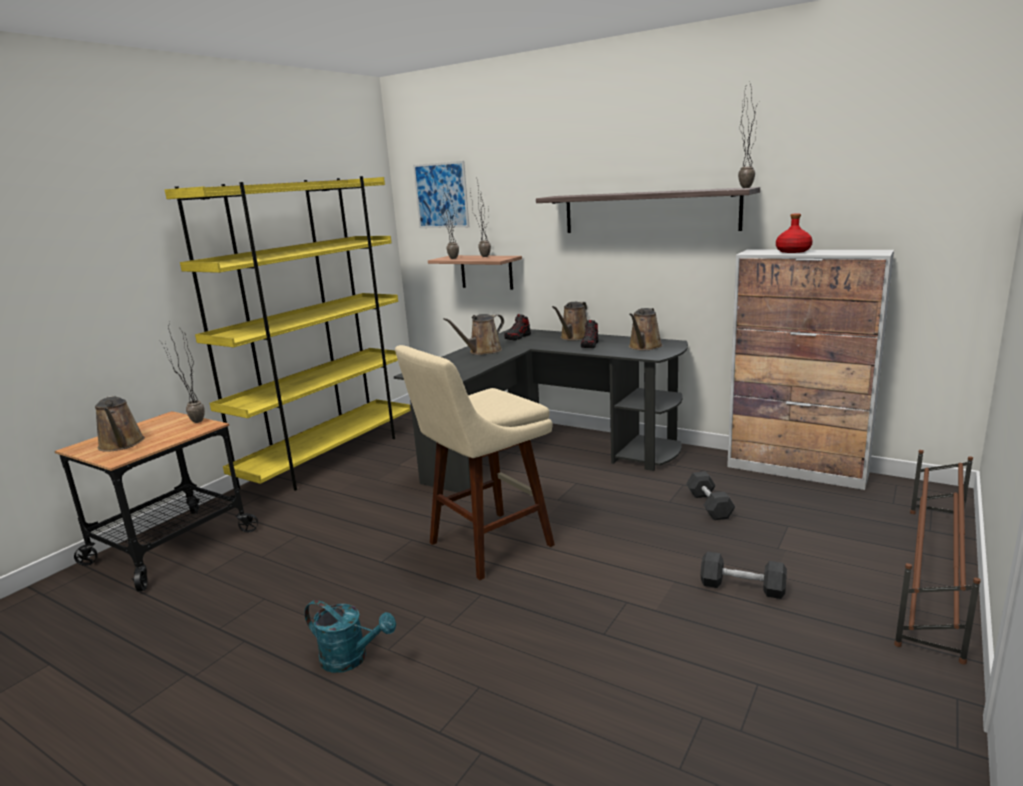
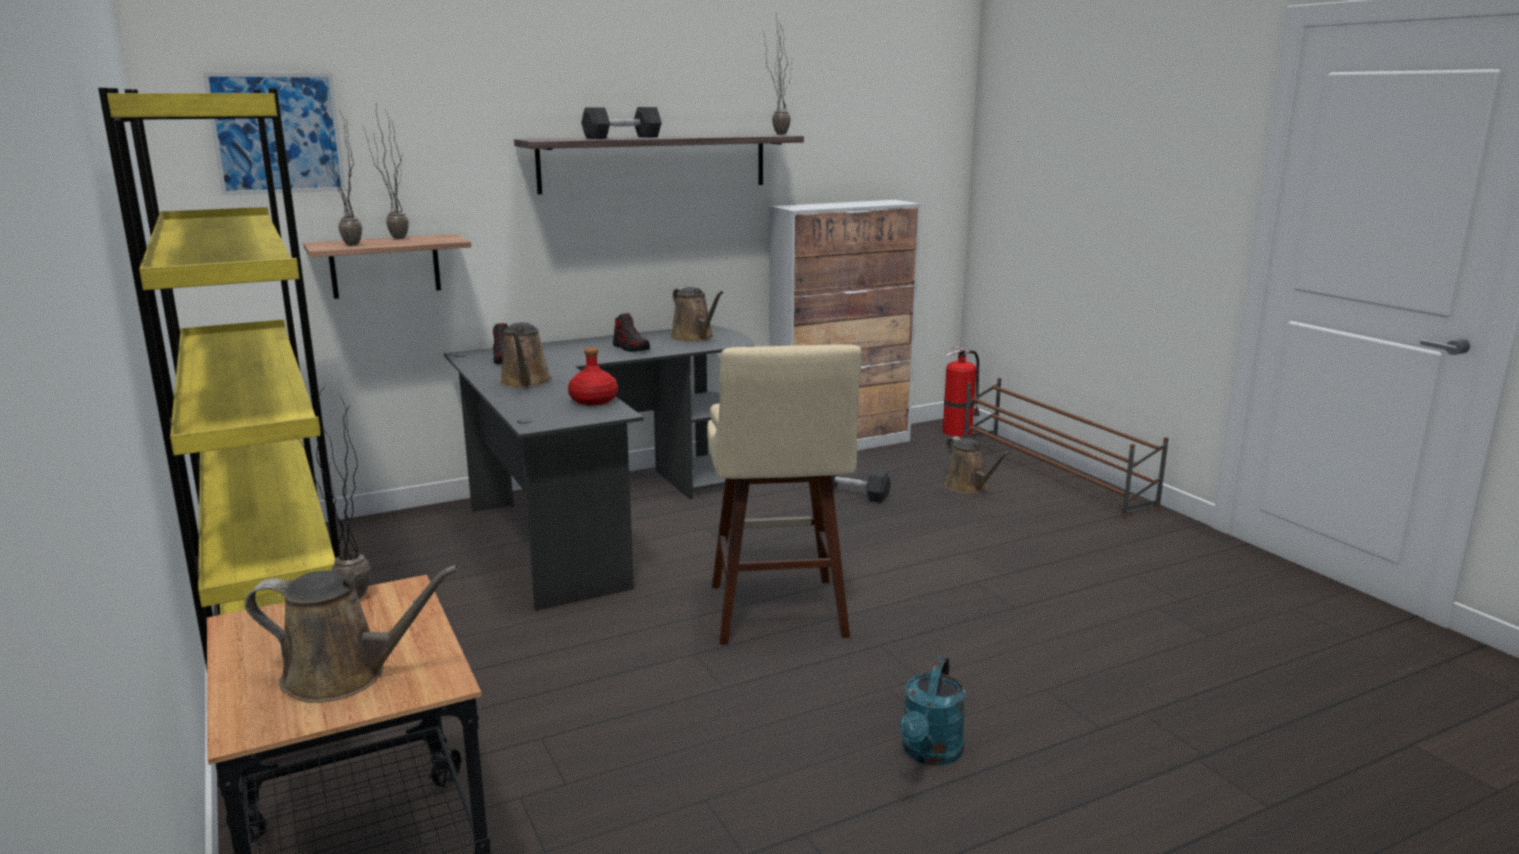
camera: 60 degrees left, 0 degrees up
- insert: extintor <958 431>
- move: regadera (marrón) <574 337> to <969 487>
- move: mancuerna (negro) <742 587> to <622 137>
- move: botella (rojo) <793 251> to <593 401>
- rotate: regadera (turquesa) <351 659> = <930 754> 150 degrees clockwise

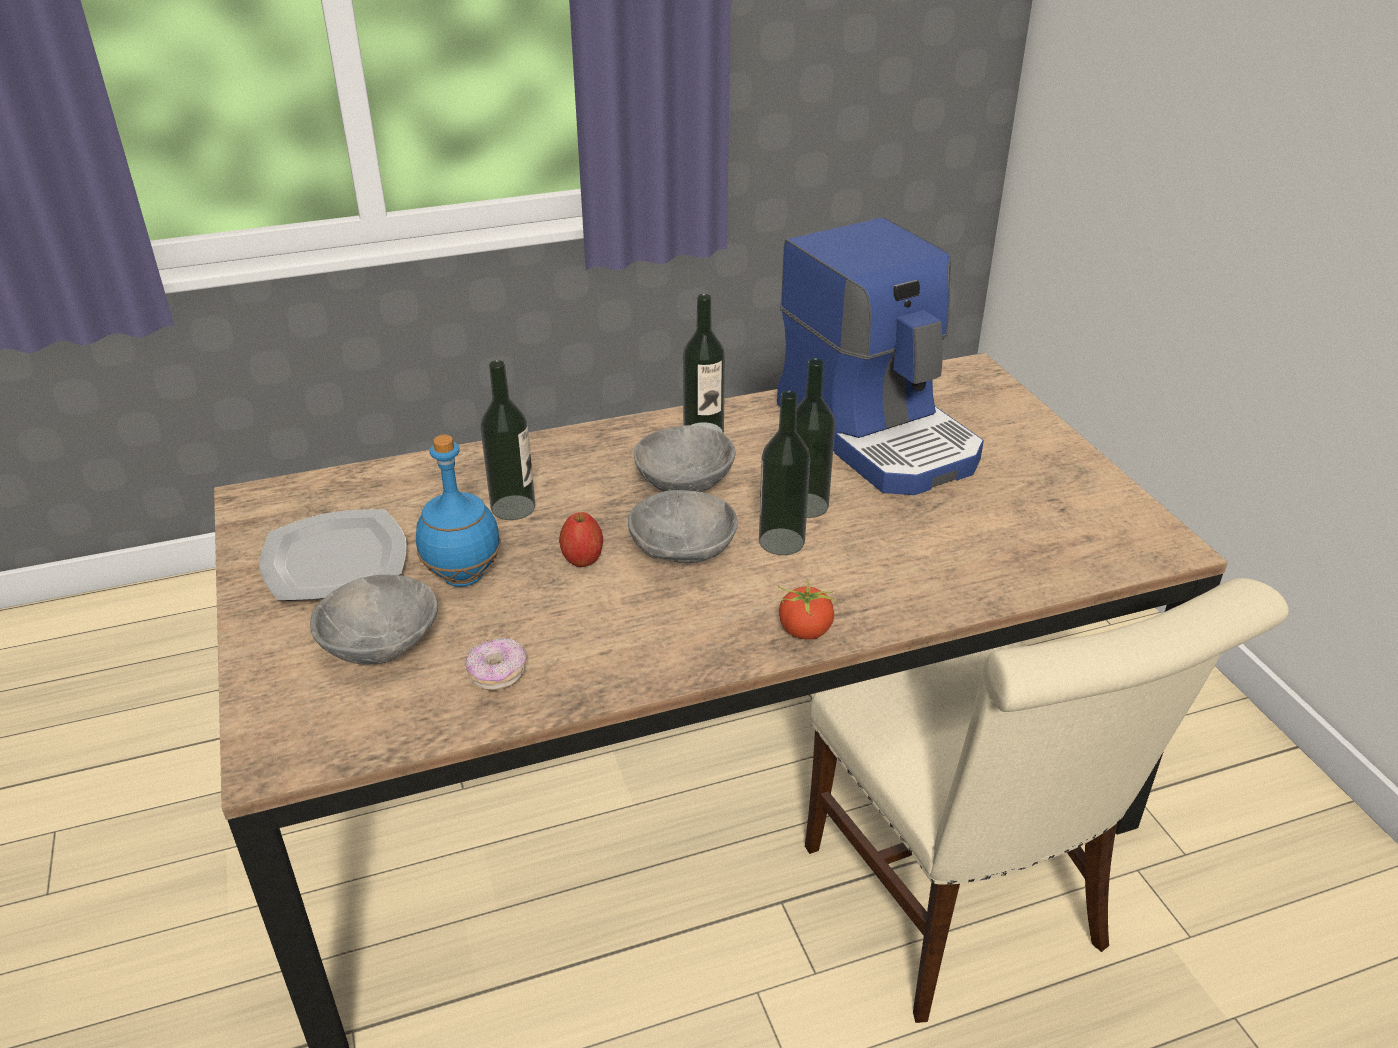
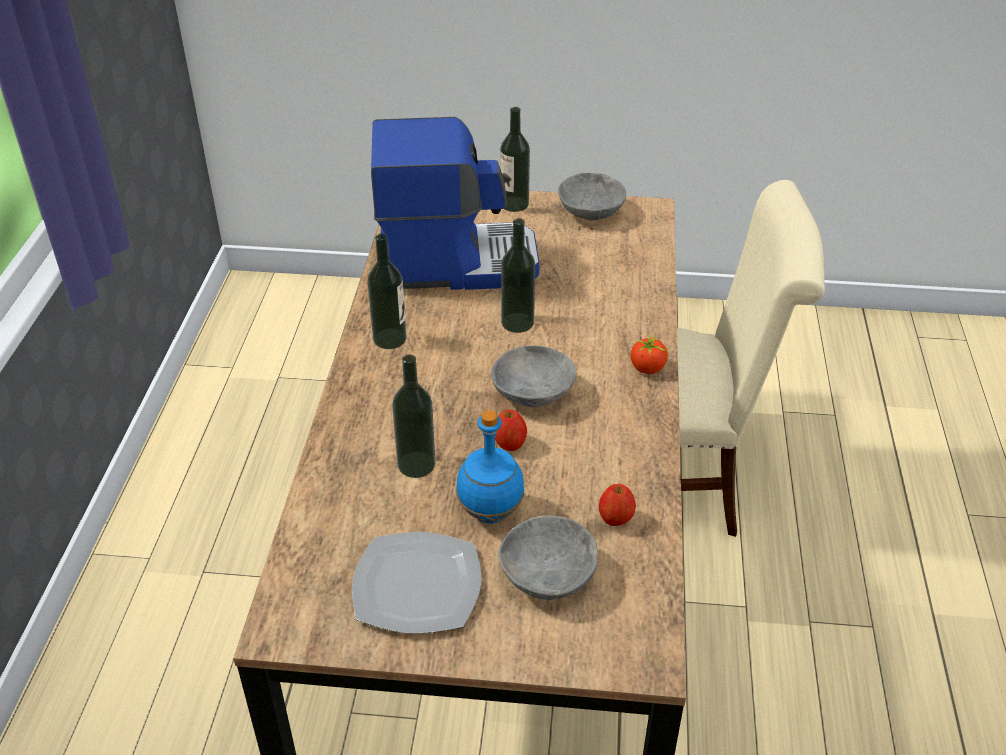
camera: 65 degrees left, 5 degrees up
- move: cuenco (gris) <685 482> to <590 211>
- move: botella <781 541> to <514 204>
- replace: rosquilla <497 674> to manzana <615 519>

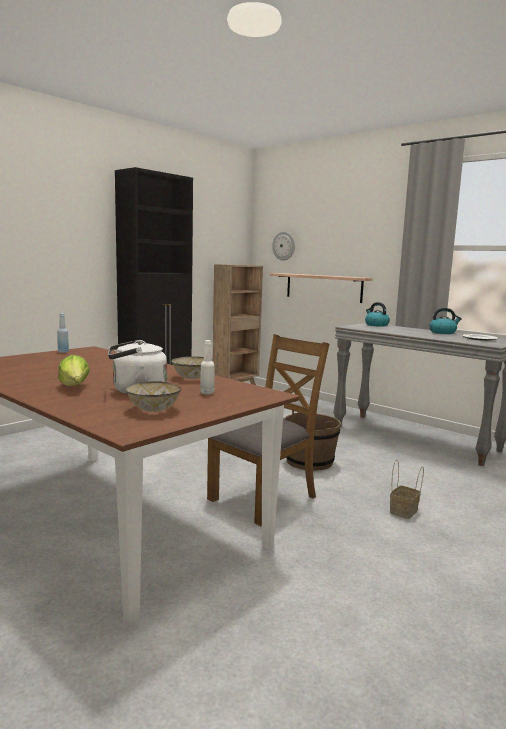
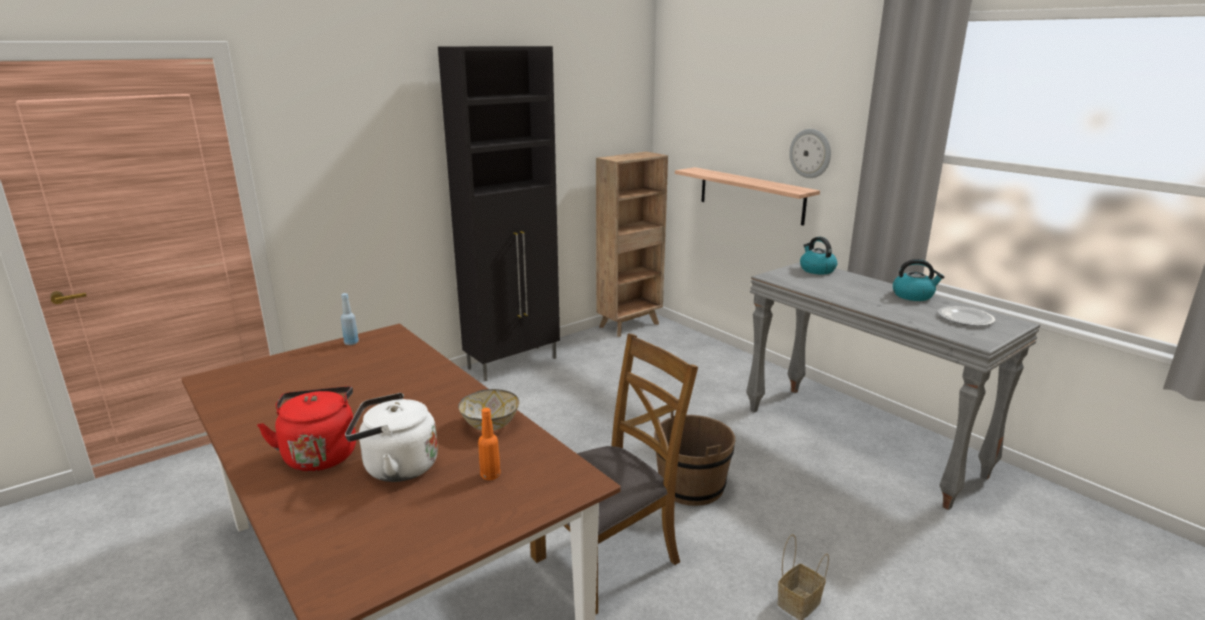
camera: 10 degrees right, 10 degrees up
- delete: cuenco <154 409>
- move: reloj de pared <284 246> to <810 153>
- replace: lechuga <74 387> to hervidor (rojo) <320 454>
- recolor: botella (blanco) <207 393> to botella (naranja) <490 475>

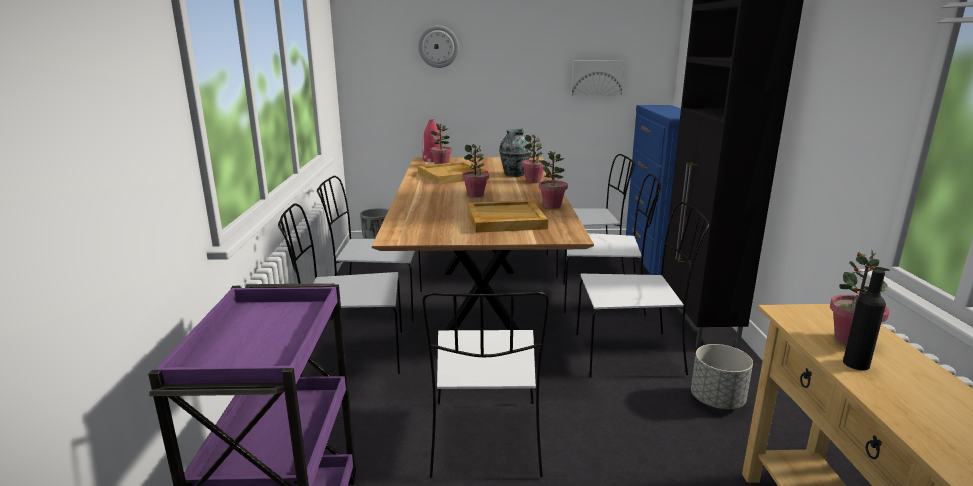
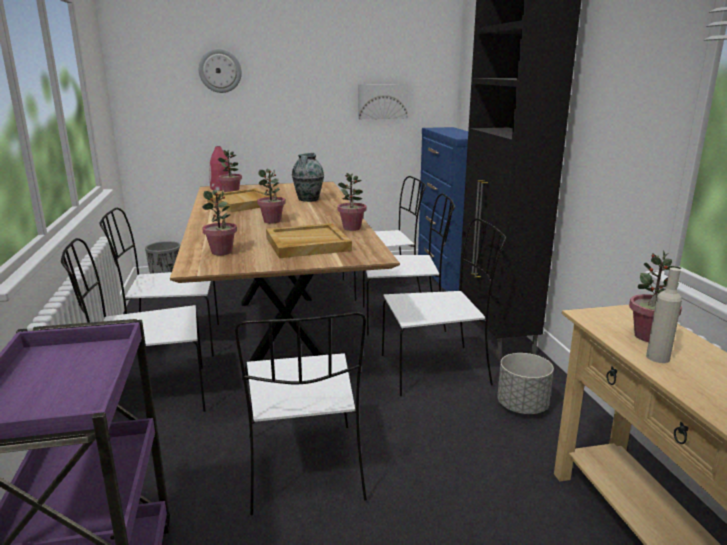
camera: 10 degrees left, 0 degrees up
- move: planta en maceta <533 181> to <222 252>
- recolor: botella (negro) <856 364> to botella (beis) <658 357>

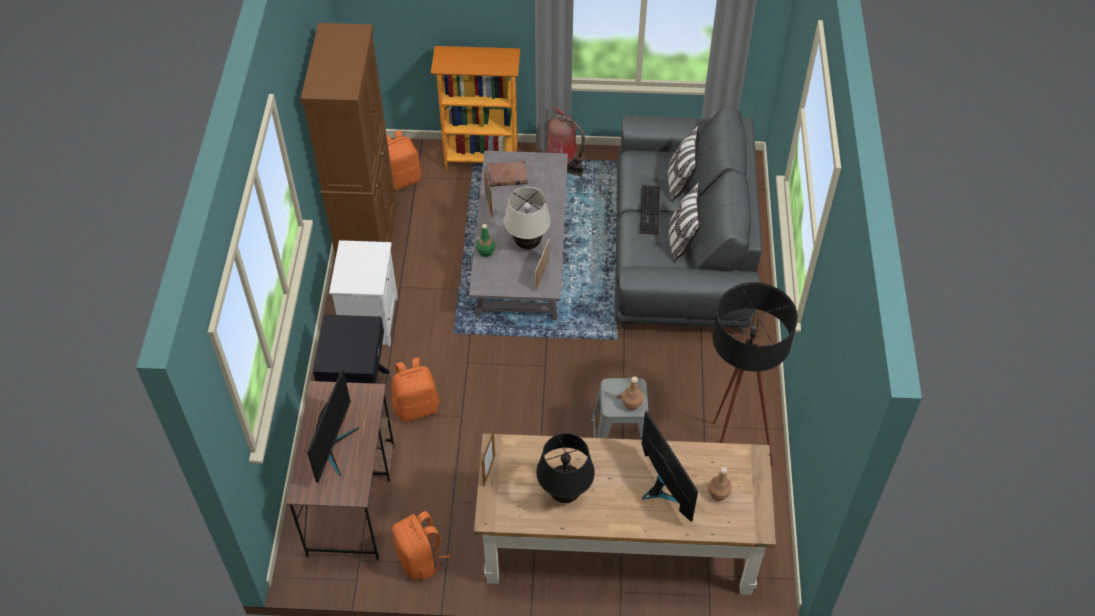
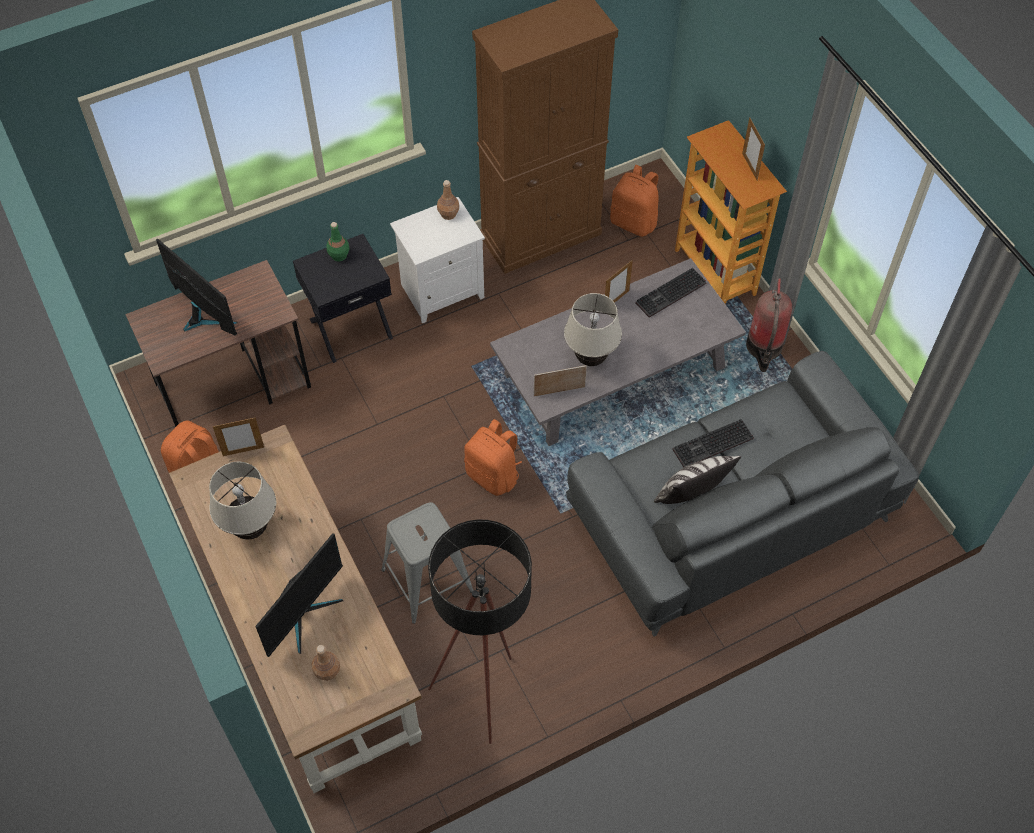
camera: 60 degrees right, 5 degrees up
- delete: cojín <680 182>
- insert: portarretratos <749 166>
- move: mochila (naranja) <416 407> to <493 475>
- move: botella (verde) <485 252> to <339 255>
- move: botella (marrón) <632 404> to <448 214>
- replace: libro (marrón) <507 176> to teclado <670 295>
- recolor: lámpara de mesa (negro) <565 494> to lámpara de mesa (beis) <251 529>
- rotate: monitor <333 447> = <203 316> 120 degrees counterclockwise

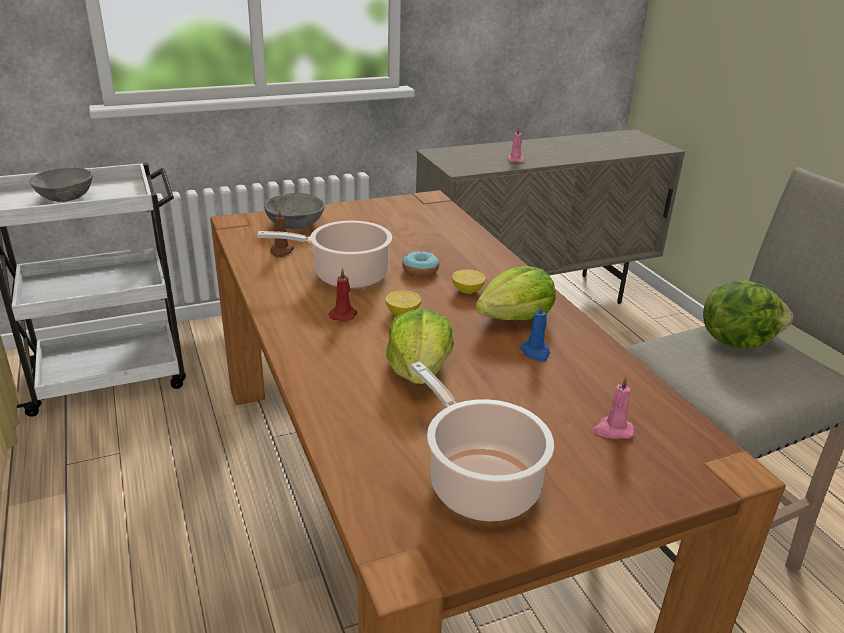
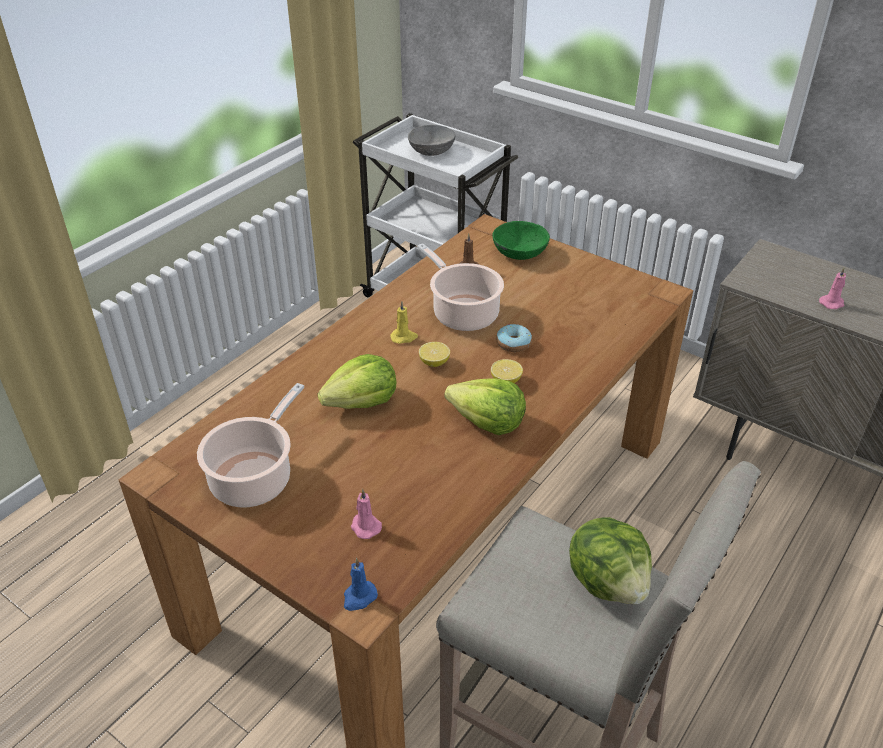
camera: 60 degrees right, 10 degrees up
- move: vela (azul) <535 352> to <359 597>
- recolor: cuenco (gris) <294 224> to cuenco (verde) <519 252>
- recolor: vela (rojo) <344 315> to vela (amarillo) <404 337>

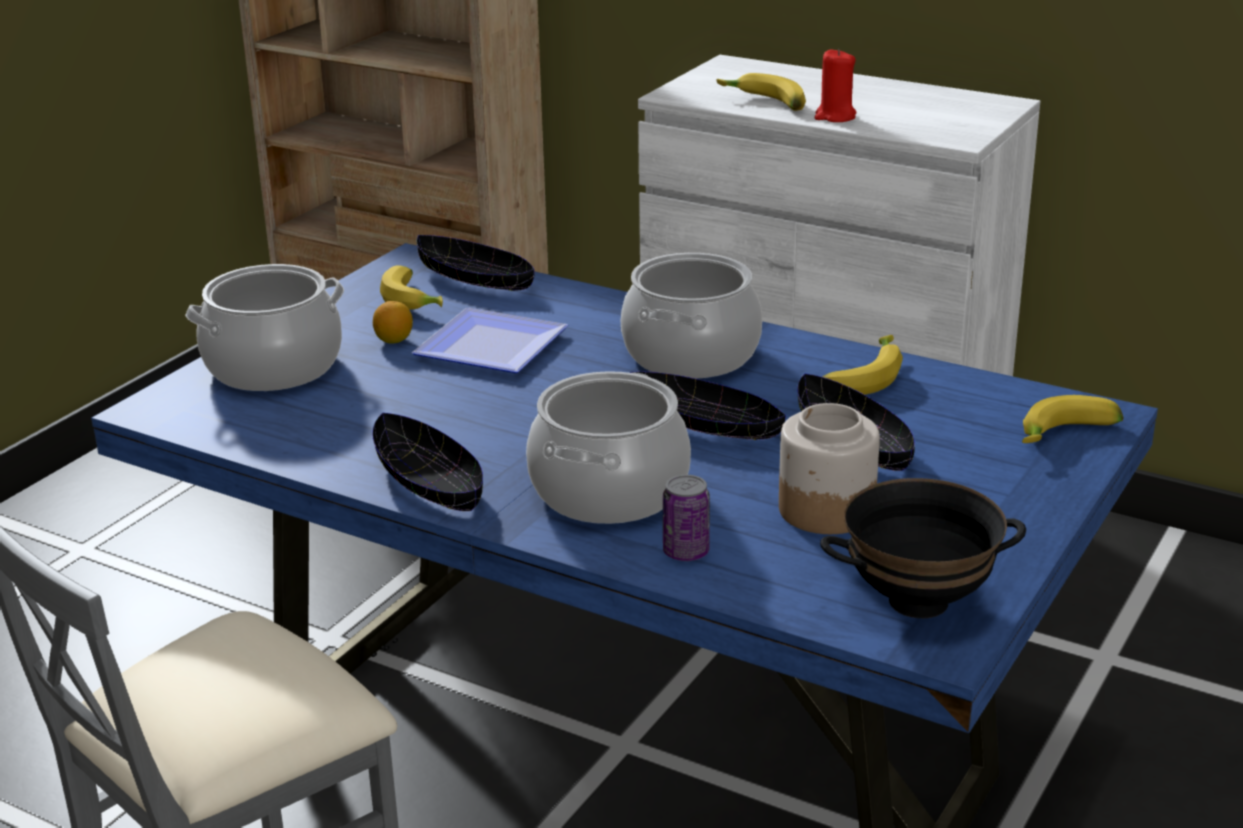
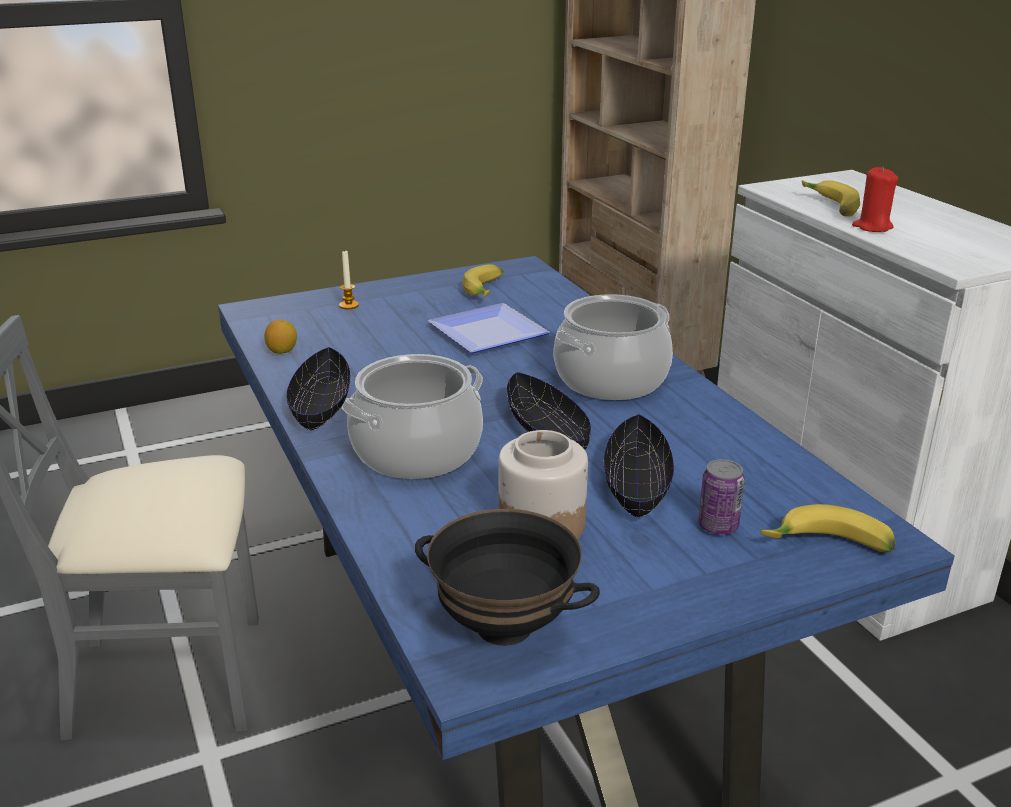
camera: 35 degrees right, 0 degrees up
- delete: cuenco (negro) <476 280>
- delete: plátano <860 378>
- move: limón <394 340> to <282 351>
- move: lata <686 552> to <718 526>
- replace: olla <273 366> to vela <349 305>

